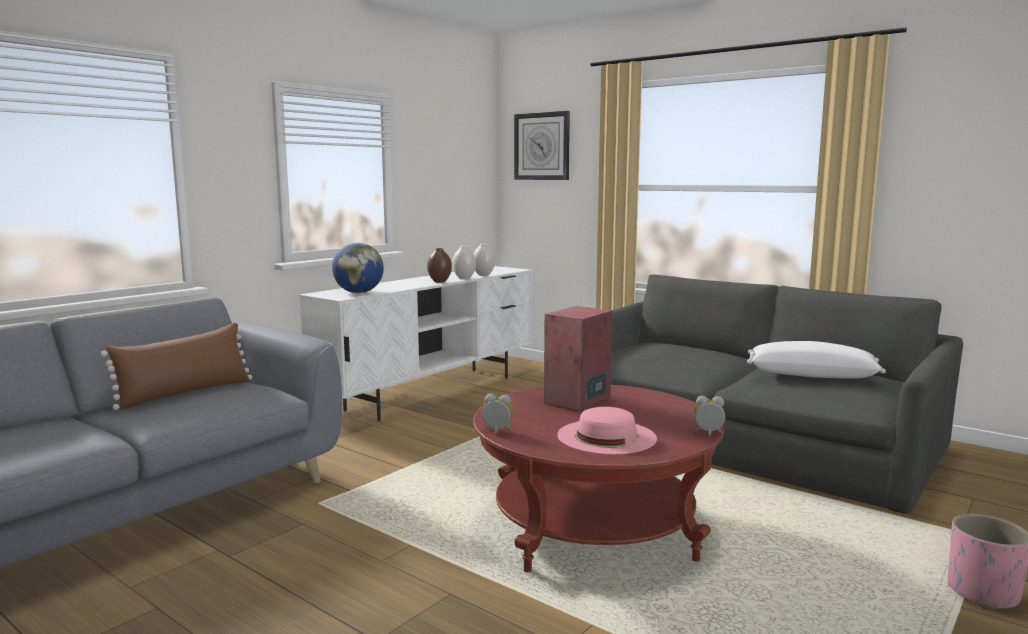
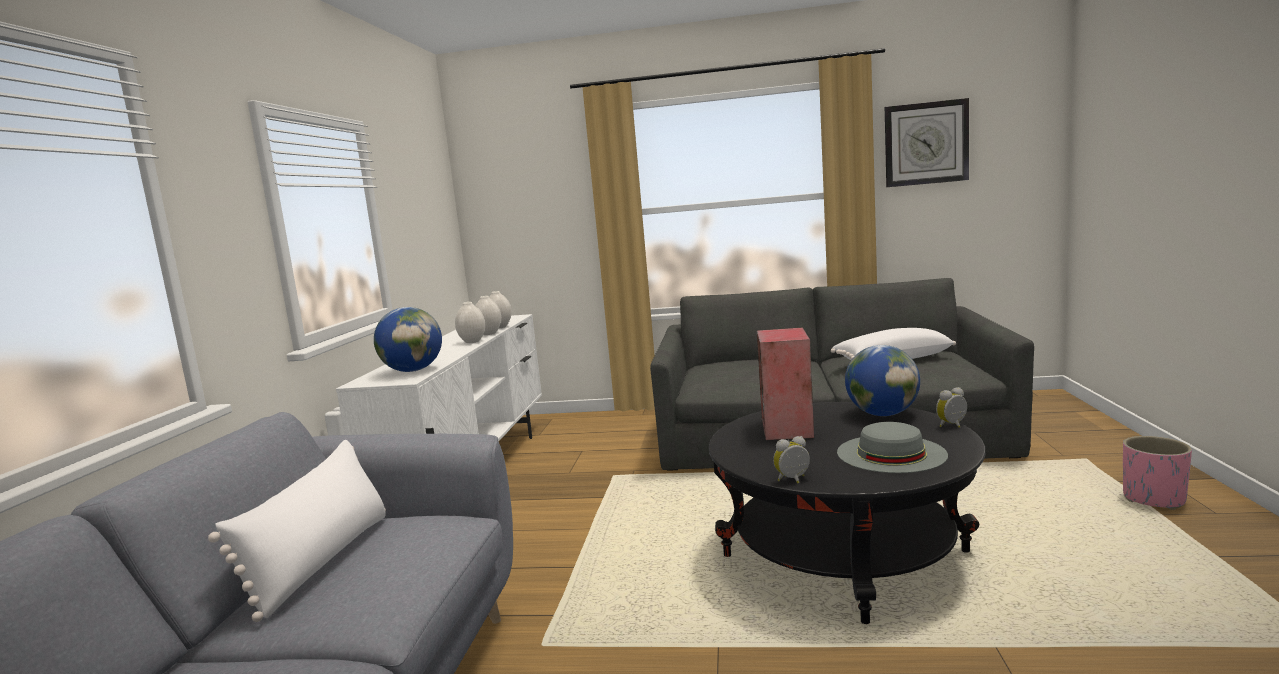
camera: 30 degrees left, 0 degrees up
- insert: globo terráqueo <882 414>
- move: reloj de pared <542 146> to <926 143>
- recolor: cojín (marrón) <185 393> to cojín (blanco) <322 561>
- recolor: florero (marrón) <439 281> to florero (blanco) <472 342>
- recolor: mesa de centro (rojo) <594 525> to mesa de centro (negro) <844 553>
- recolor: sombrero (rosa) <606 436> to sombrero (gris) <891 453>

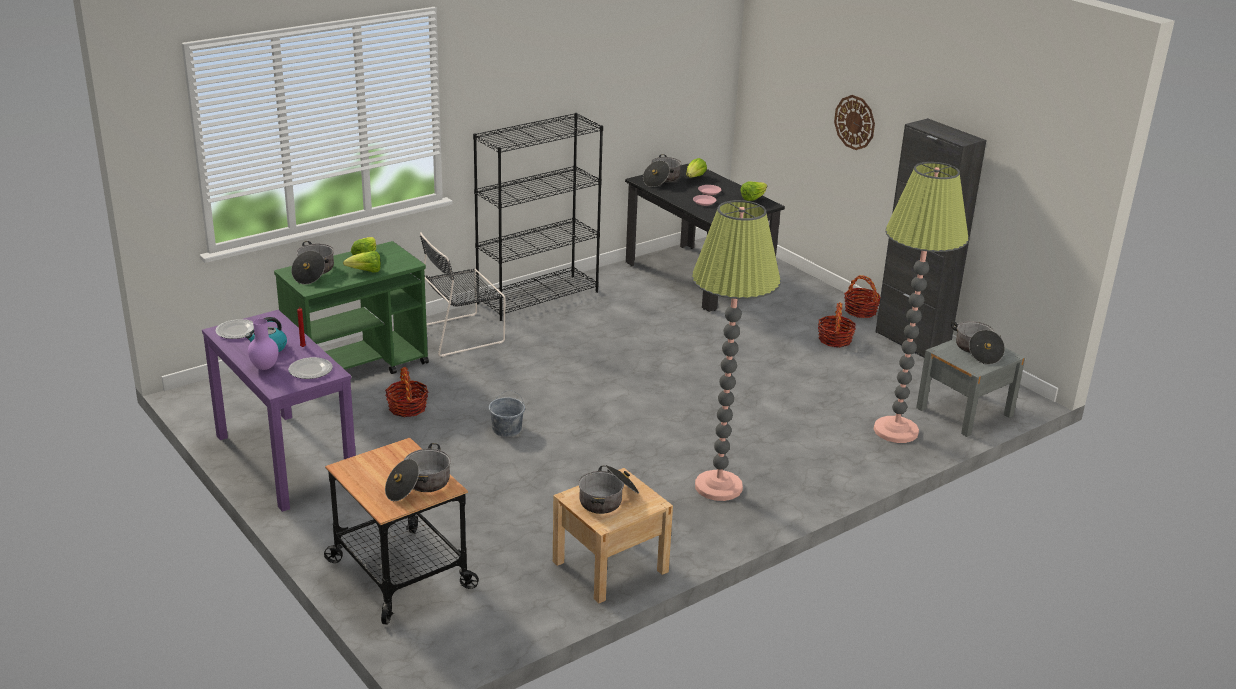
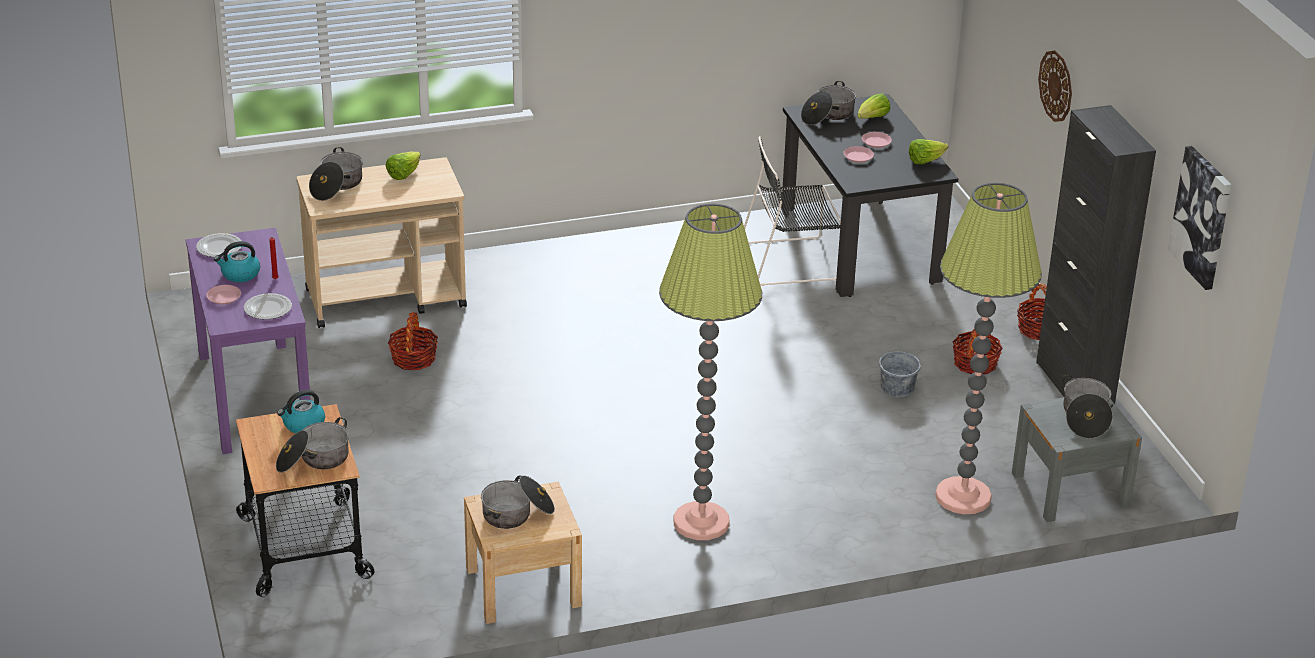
camera: 20 degrees right, 5 degrees up
- delete: lechuga <366 272>
- delete: estantería (negro) <538 297>
- insert: hervidor <303 425>
- insert: cuadro <1202 217>
- move: silla (negro) <461 334> to <792 261>
- move: cubo (gris) <507 429> to <897 388>
- replace: florero (morado) <265 368> to plato (rosa) <224 297>
- recolor: carrito (verde) <358 367> to carrito (beis) <387 298>

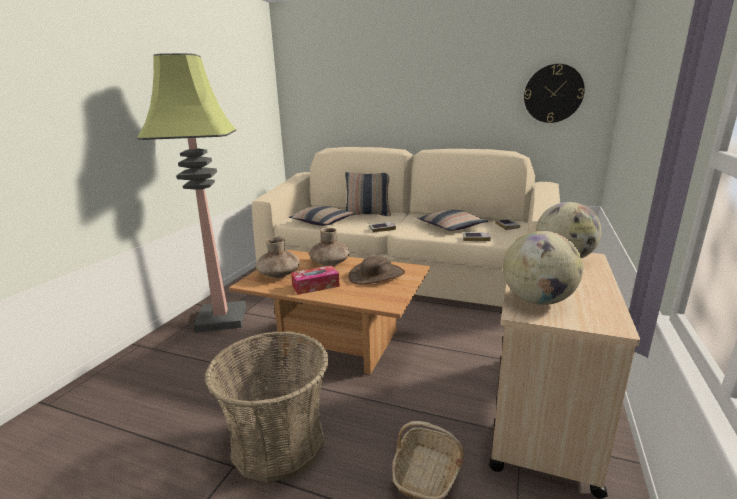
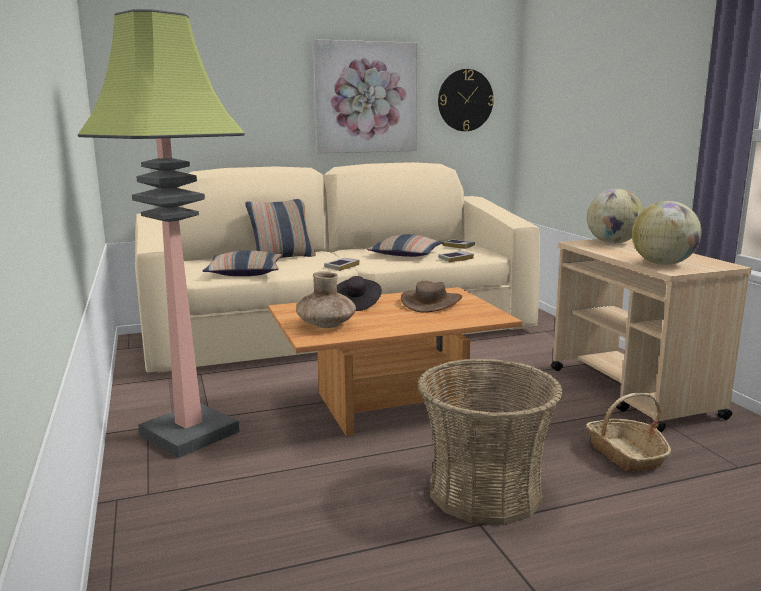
camera: 40 degrees left, 5 degrees down
- delete: caja de pañuelos <315 286>
- insert: cuadro <366 97>
- replace: florero (marrón) <330 263> to sombrero (negro) <357 305>

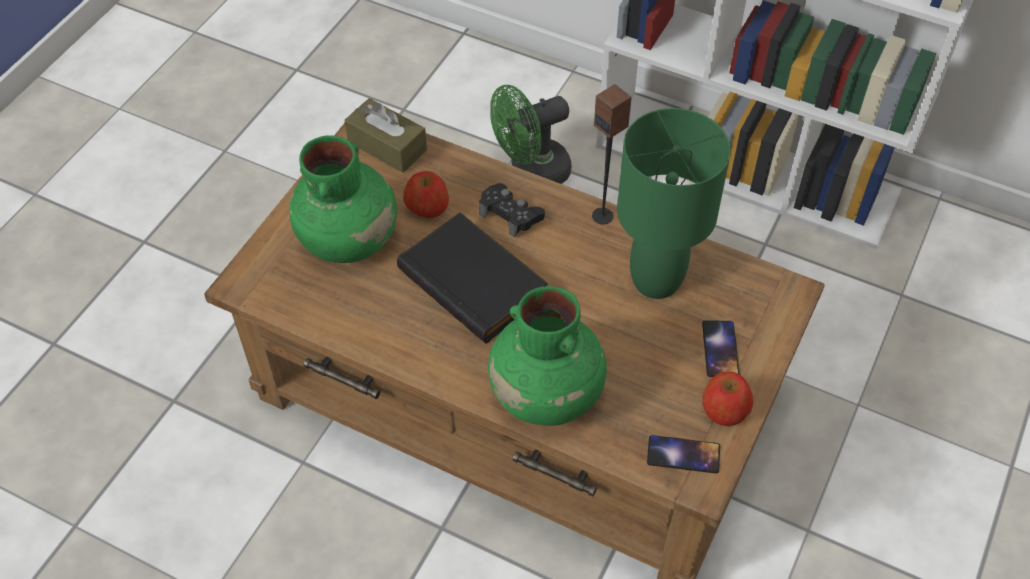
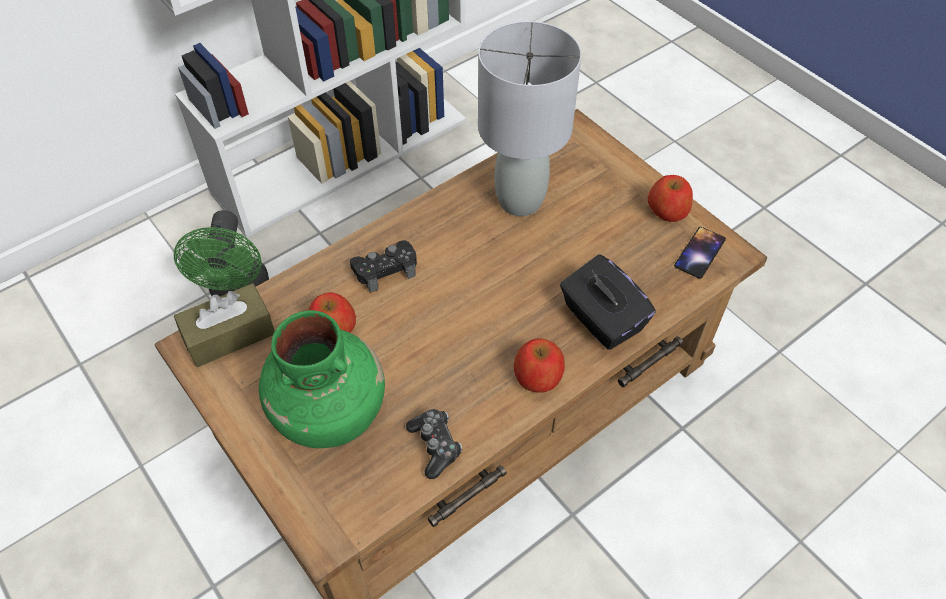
camera: 65 degrees left, 0 degrees up
- delete: libro (negro) <475 281>
- delete: altavoz <603 216>
- delete: móvil <720 349>
- insert: mando de consola <435 446>
- insert: manzana <538 376>
- replace: florero (verde) <546 395> to caja de pañuelos (negro) <601 319>
- recolor: lámpara de mesa (verde) <656 280> to lámpara de mesa (gris) <519 200>

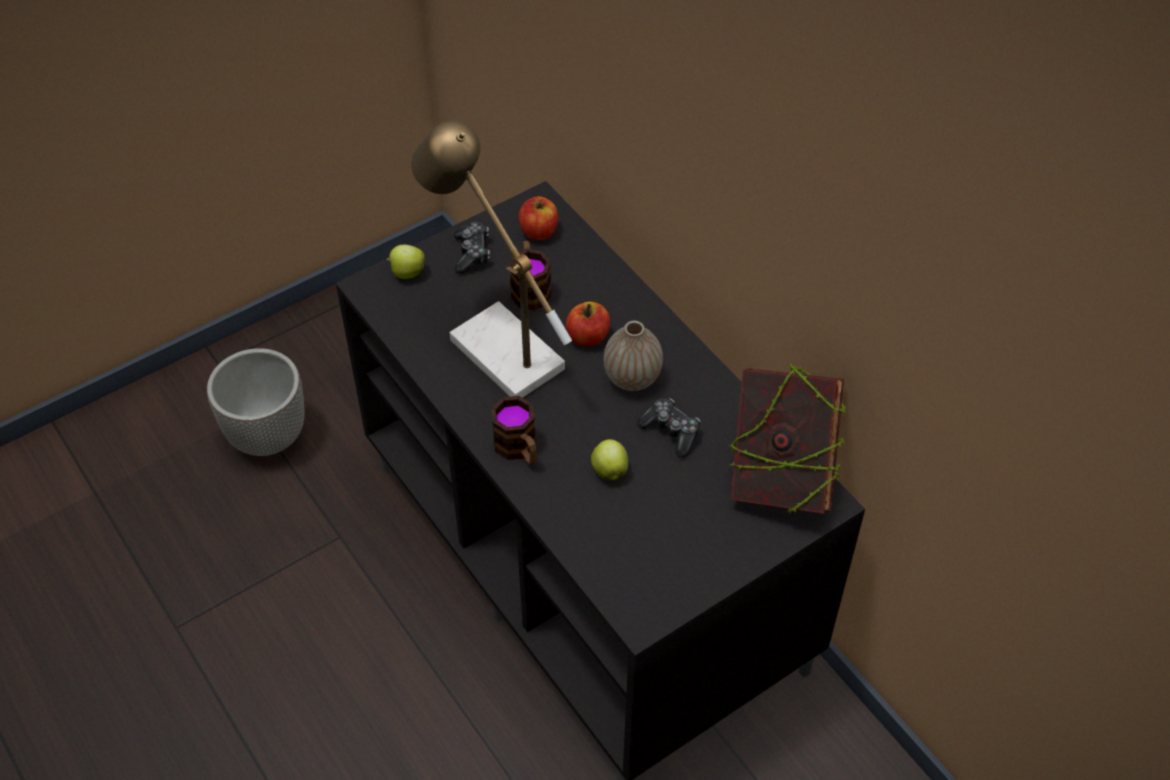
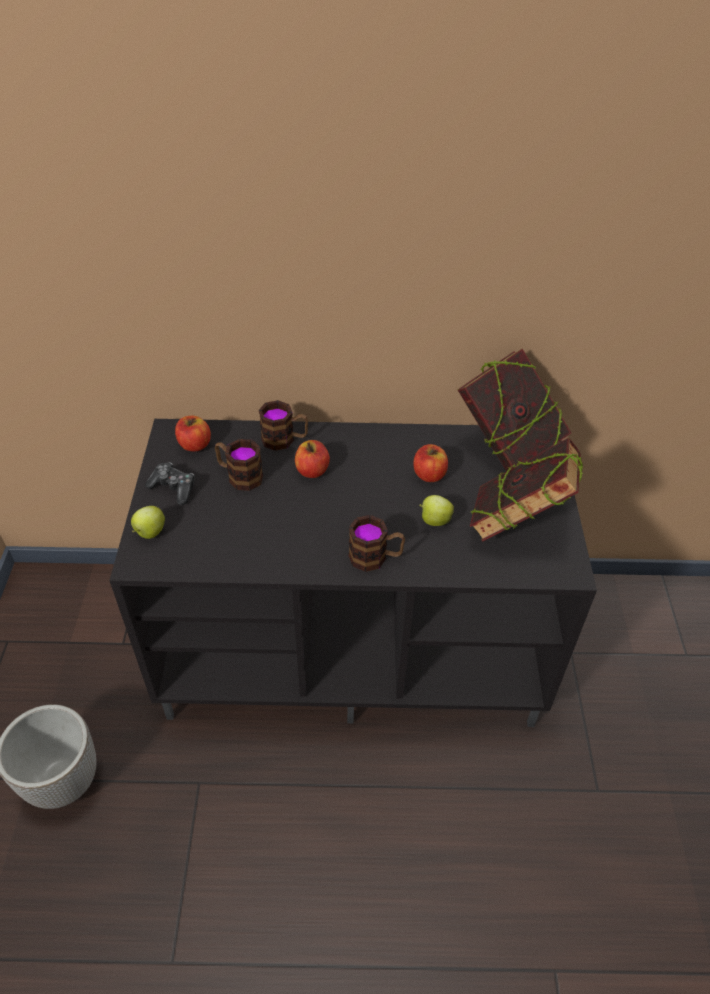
camera: 55 degrees left, 5 degrees down
- delete: lámpara de mesa <495 346>
- delete: florero <632 378>
- insert: taza grande <285 439>
- insert: libro <517 525>
- replace: mando de consola <671 431> to manzana <429 474>

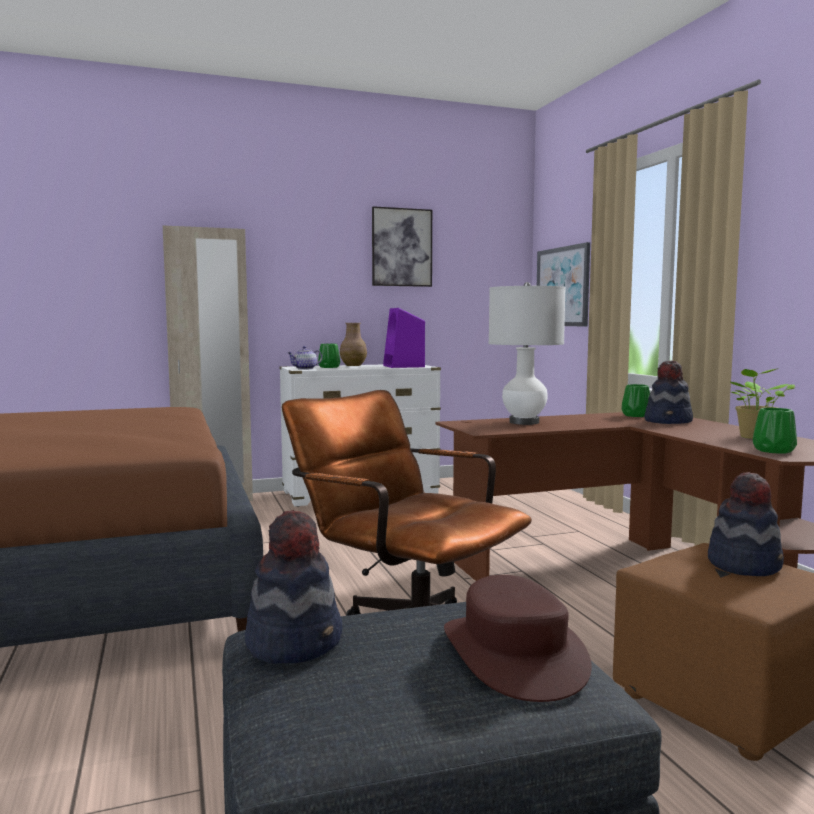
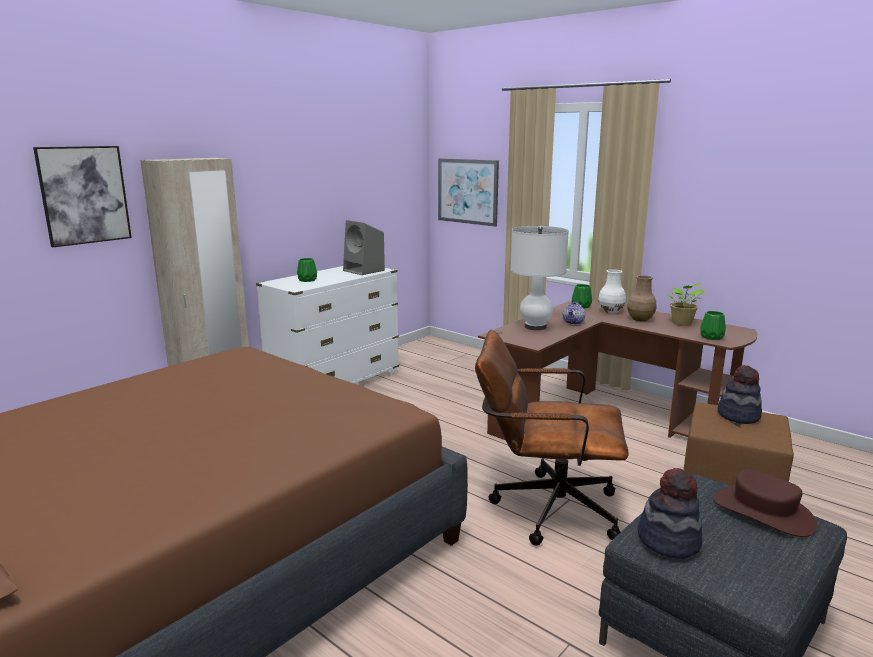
camera: 30 degrees left, 10 degrees up
- move: tetera <305 369> to <573 323>
- move: florero (marrón) <353 365> to <640 319>
- move: cuadro <401 247> to <84 195>
- replace: sombrero <669 421> to florero (blanco) <611 311>
- recolor: altavoz (morado) <404 366> to altavoz (gris) <364 271>

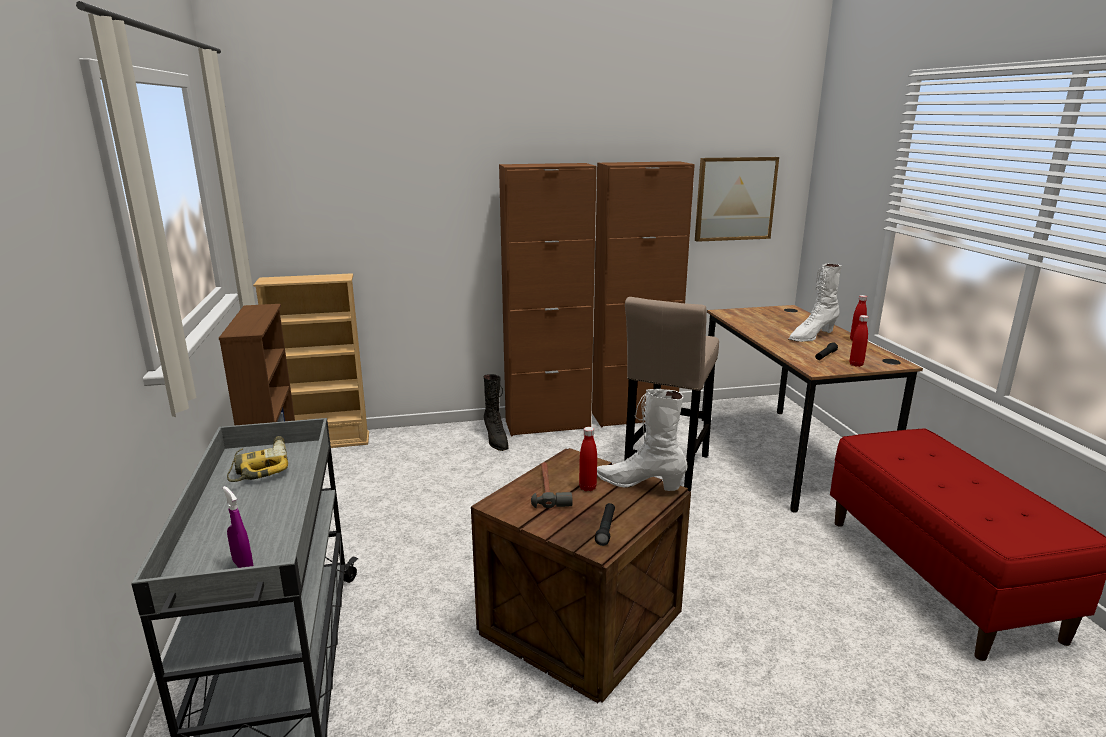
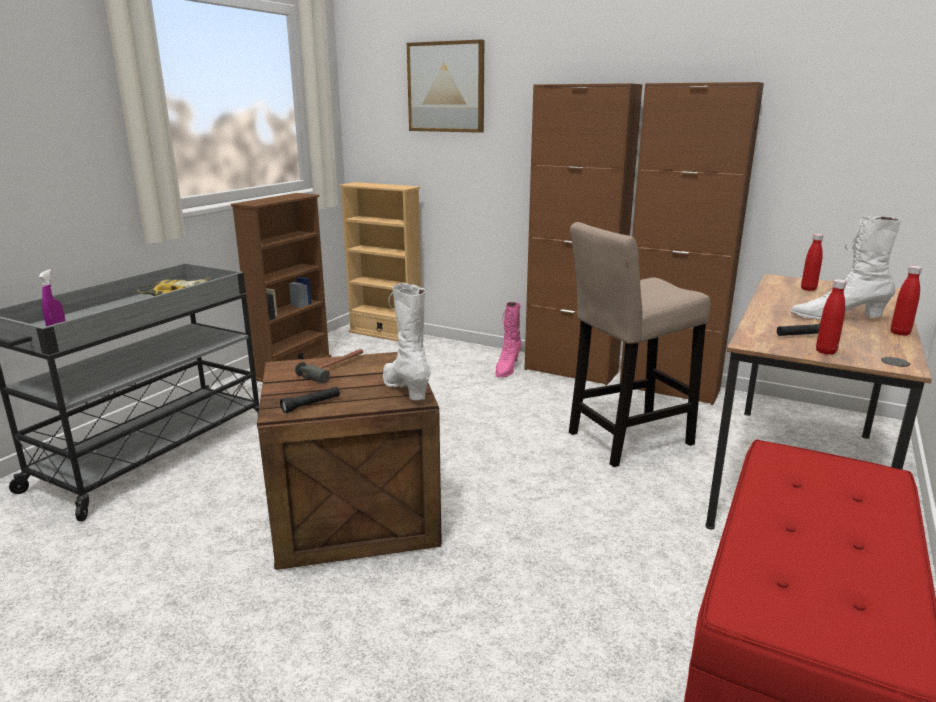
camera: 40 degrees right, 0 degrees up
- move: botella (rojo) <587 487> to <808 289>
- move: cuadro <735 199> to <446 87>
- recolor: bota (negro) <496 440> to bota (rosa) <507 369>

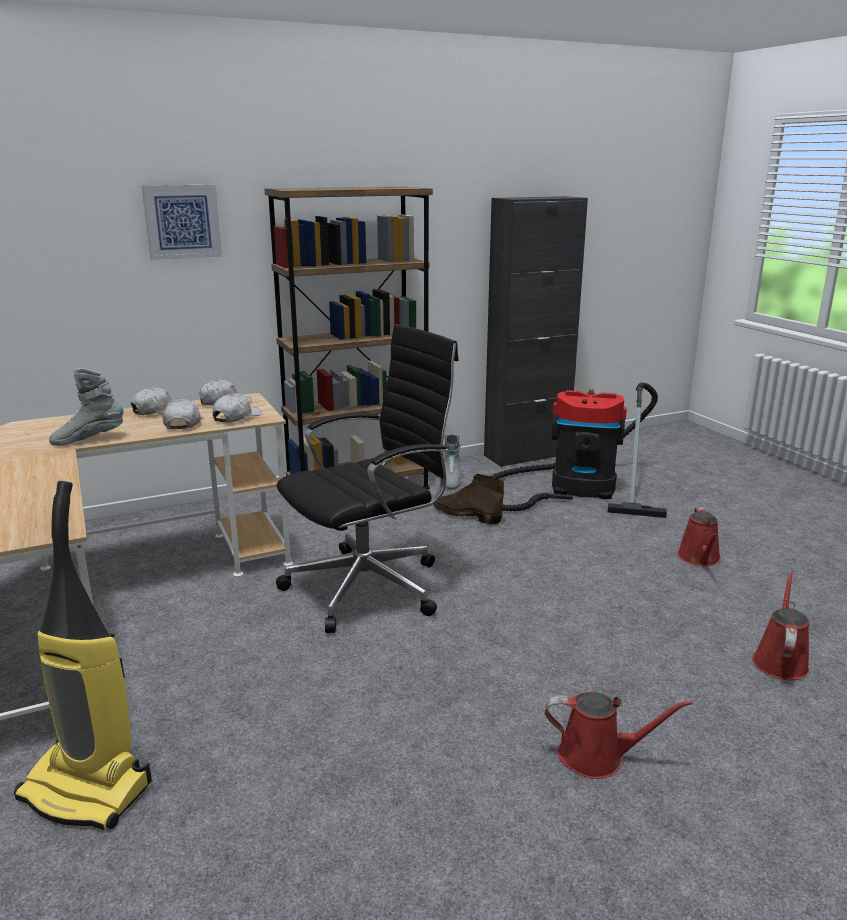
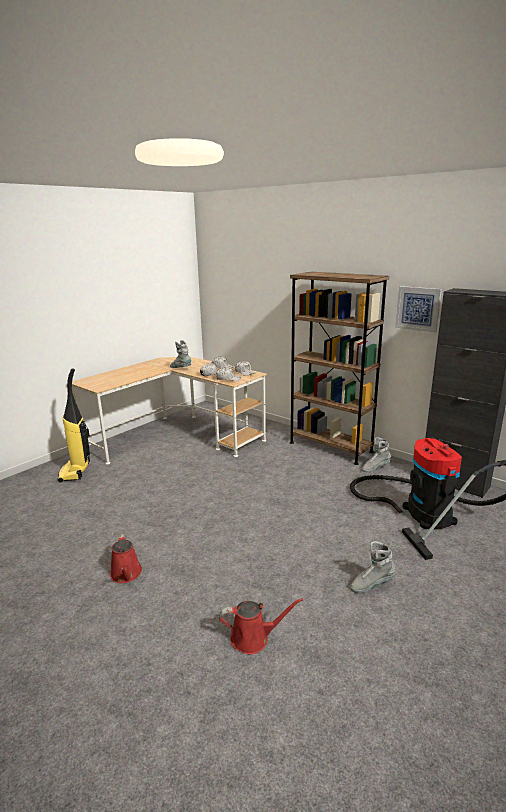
camera: 65 degrees right, 0 degrees up
- delete: silla de oficina (negro) <370 586>
- delete: bota (marrón) <466 515>
- move: cuadro <182 221> to <418 308>
- replace: regadera (rojo) <699 559> to bota (gris) <371 585>

